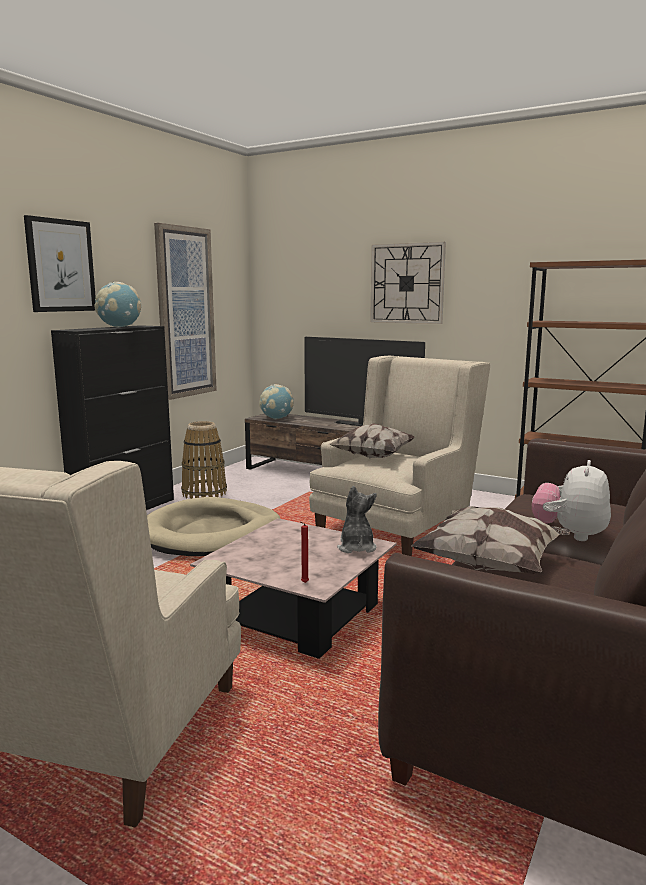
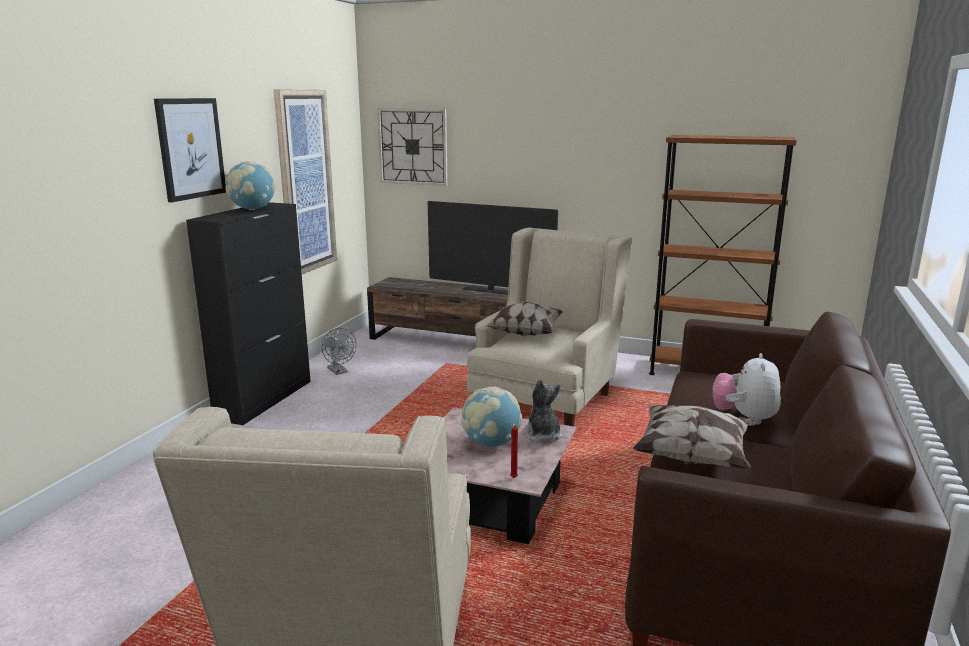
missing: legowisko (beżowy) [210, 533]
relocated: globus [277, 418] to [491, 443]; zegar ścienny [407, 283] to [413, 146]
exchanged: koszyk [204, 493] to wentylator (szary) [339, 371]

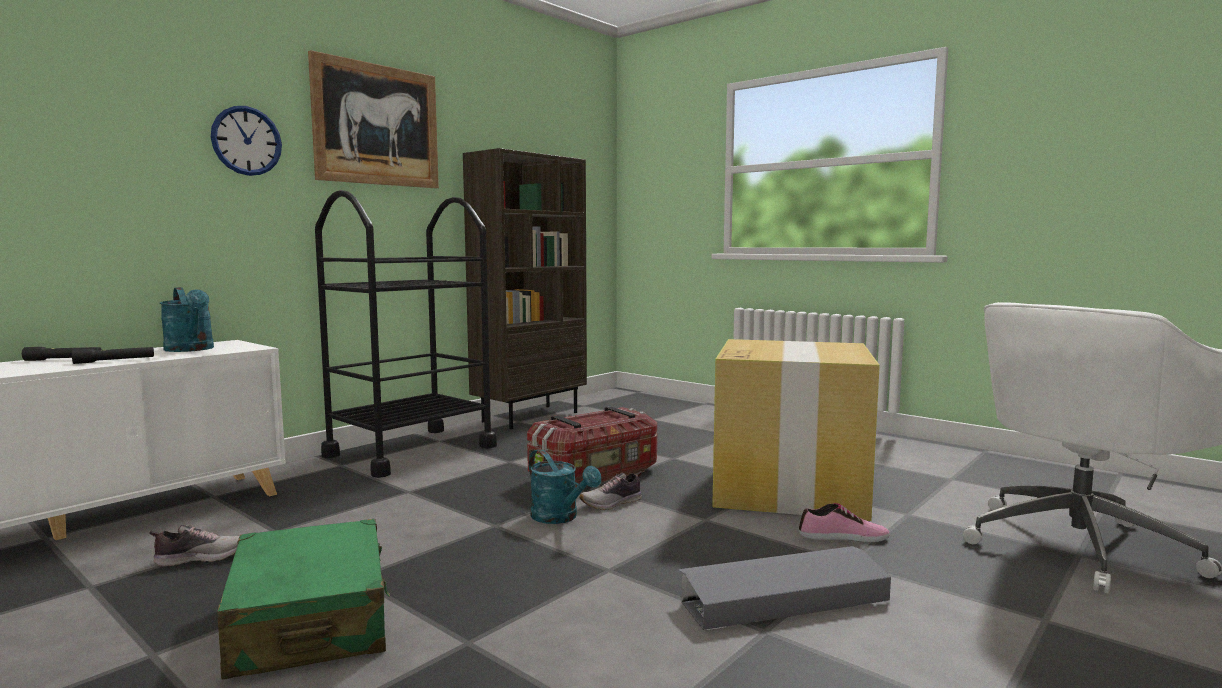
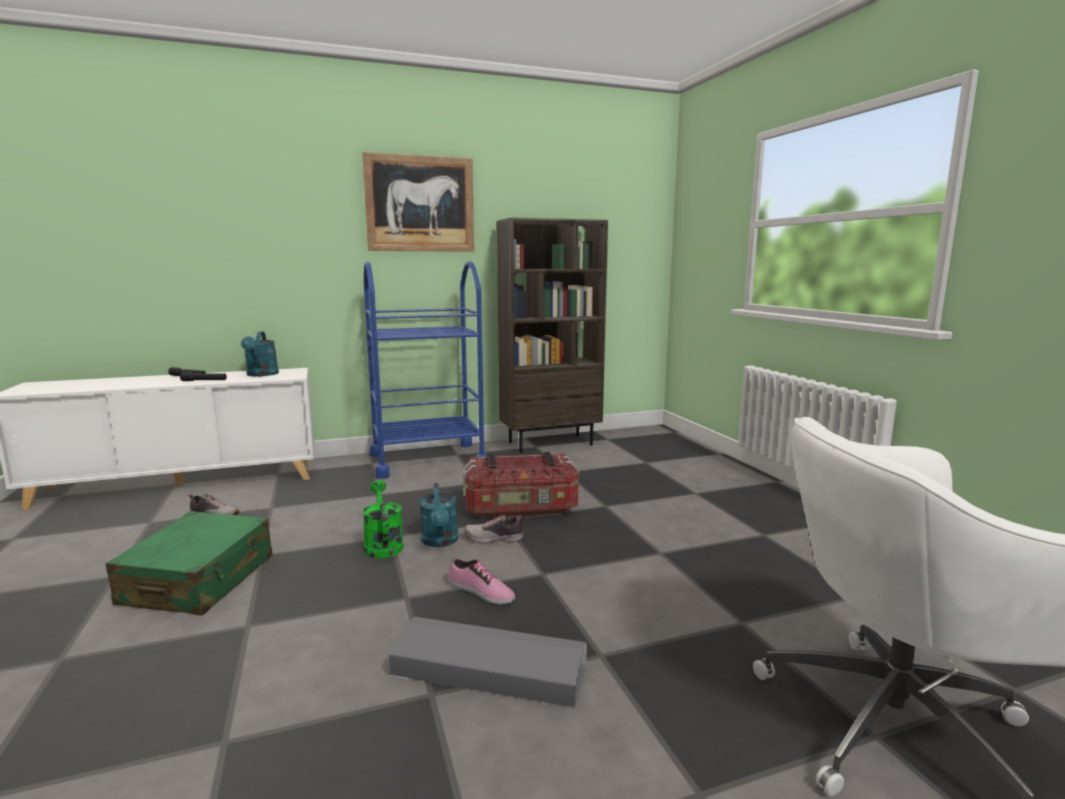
missing: zegar ścienny [246, 141]; karton [789, 488]
appeared: konewka (zielony) [382, 544]
relocated: but [843, 537] to [480, 592]
colour: wózek (czarny) [410, 451] to wózek (niebieski) [427, 460]

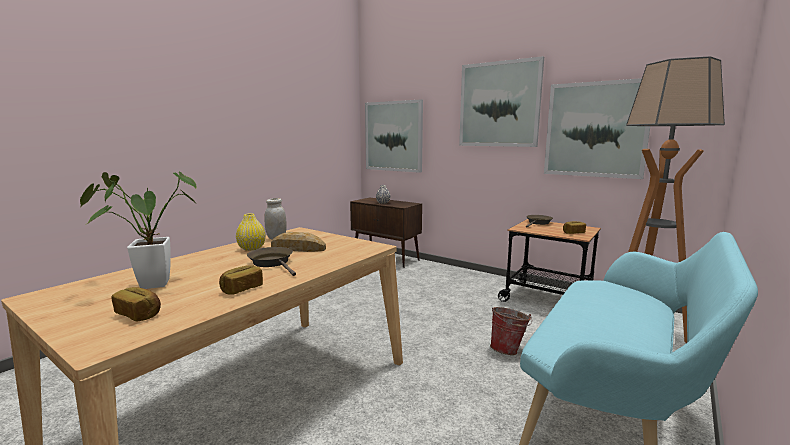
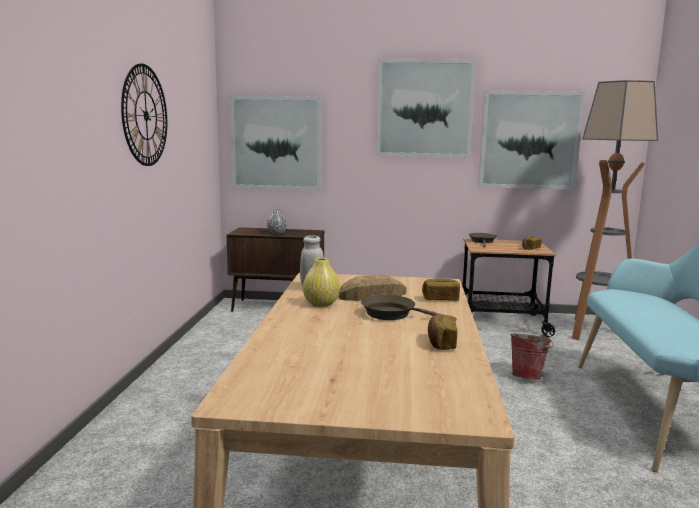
missing: roślina doniczkowa [147, 285]
appeared: zegar ścienny [145, 115]
relocated: chleb [139, 314] to [441, 299]

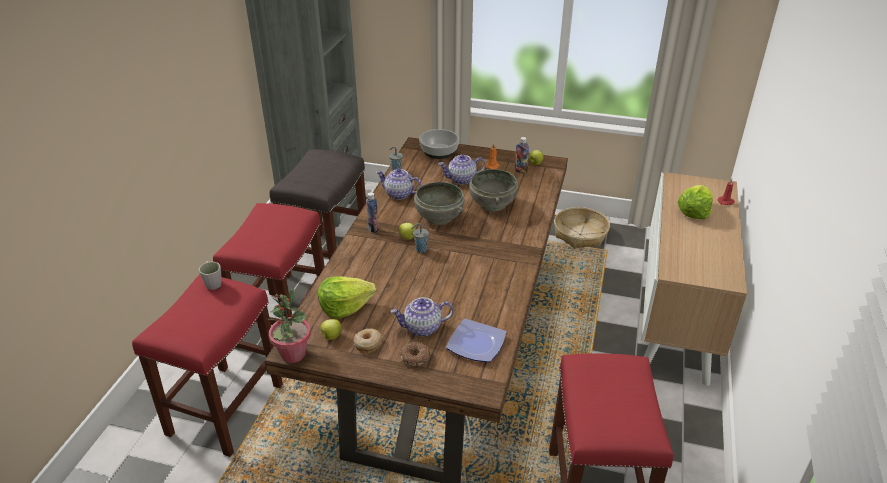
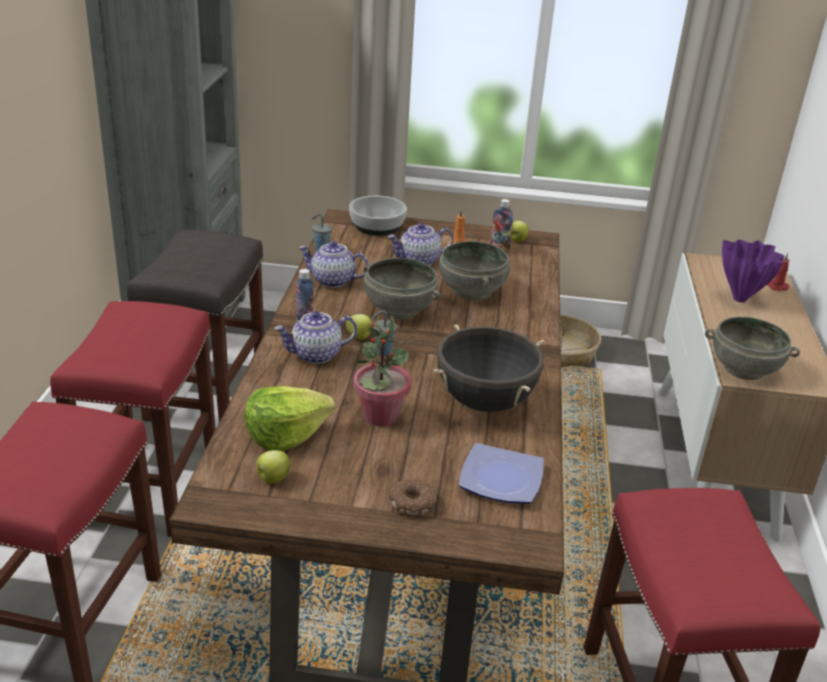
missing: kubek (szary) [212, 282]; donut [368, 344]
appeared: garnek (czarny) [485, 402]; miska (szary) [743, 369]
relocated: roślina doniczkowa [293, 354] to [380, 416]; imbryk [422, 328] to [315, 355]
exchanged: sałata [693, 211] to wazon (fioletowy) [741, 299]

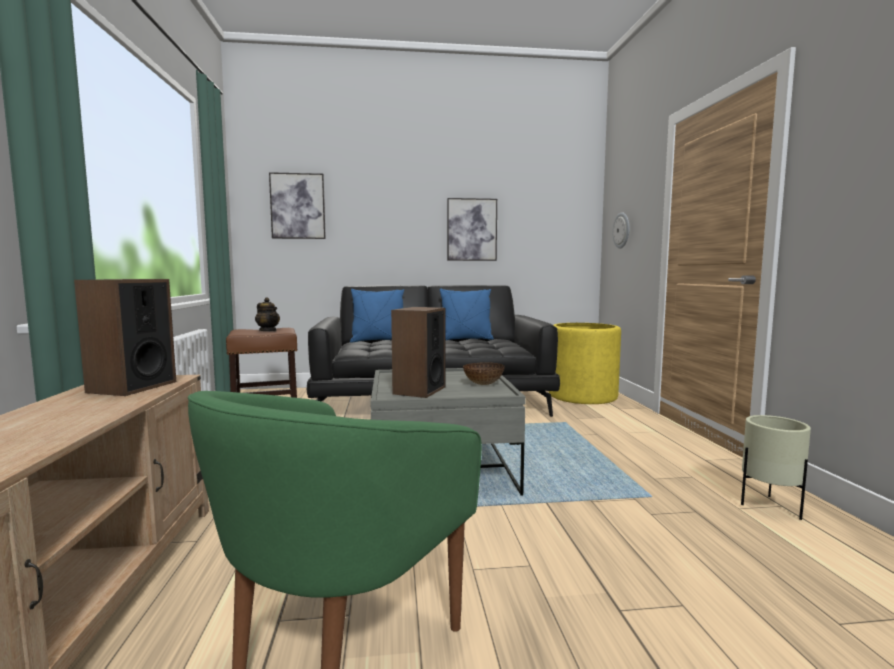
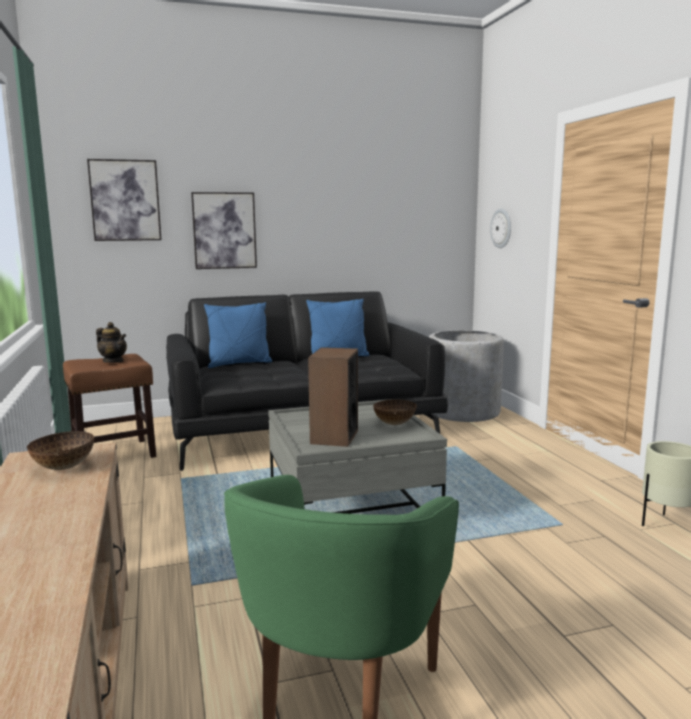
relocated: obraz [471, 229] to [224, 230]
exchanged: głośnik [132, 387] to miska [63, 467]
colour: donica (żółty) [582, 396] to donica (szary) [463, 411]

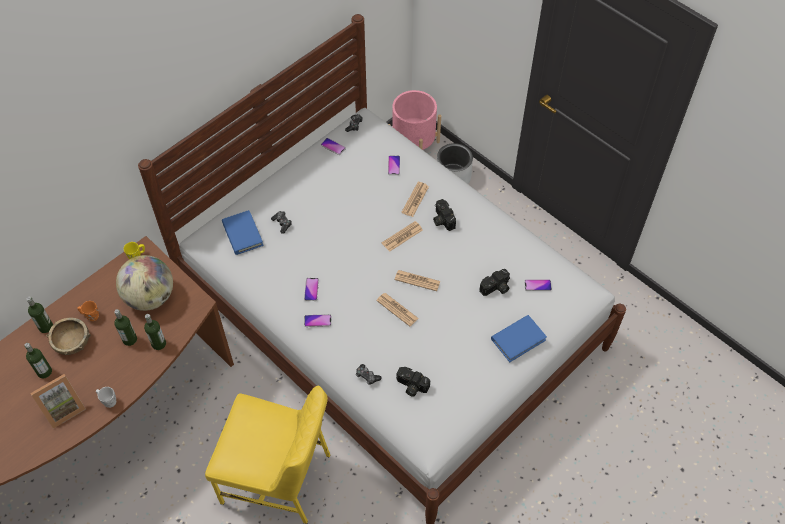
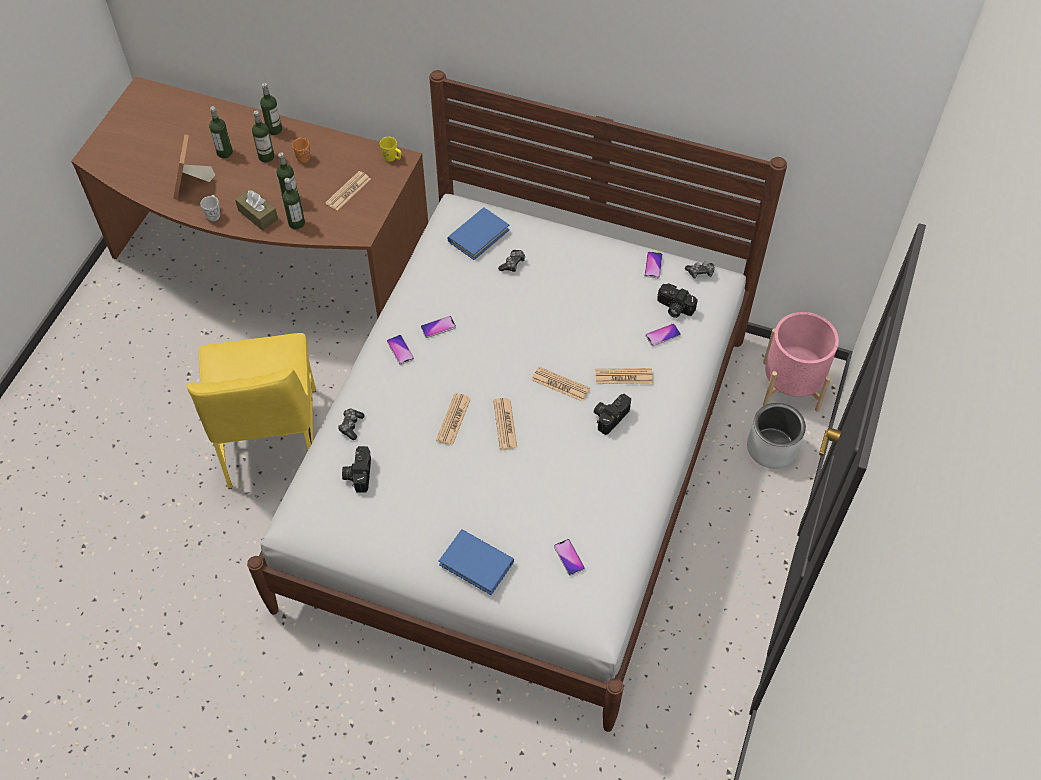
appeared: pudełko chusteczek (brązowy) [258, 215]
relocated: aparat fotograficzny [496, 288] to [674, 308]
exchanged: miska (brązowy) [72, 342] to butelka [266, 157]; globus [150, 297] to gazeta [348, 191]
spun: ramka na zdjęcie [63, 408] = [192, 185] 60 degrees clockwise

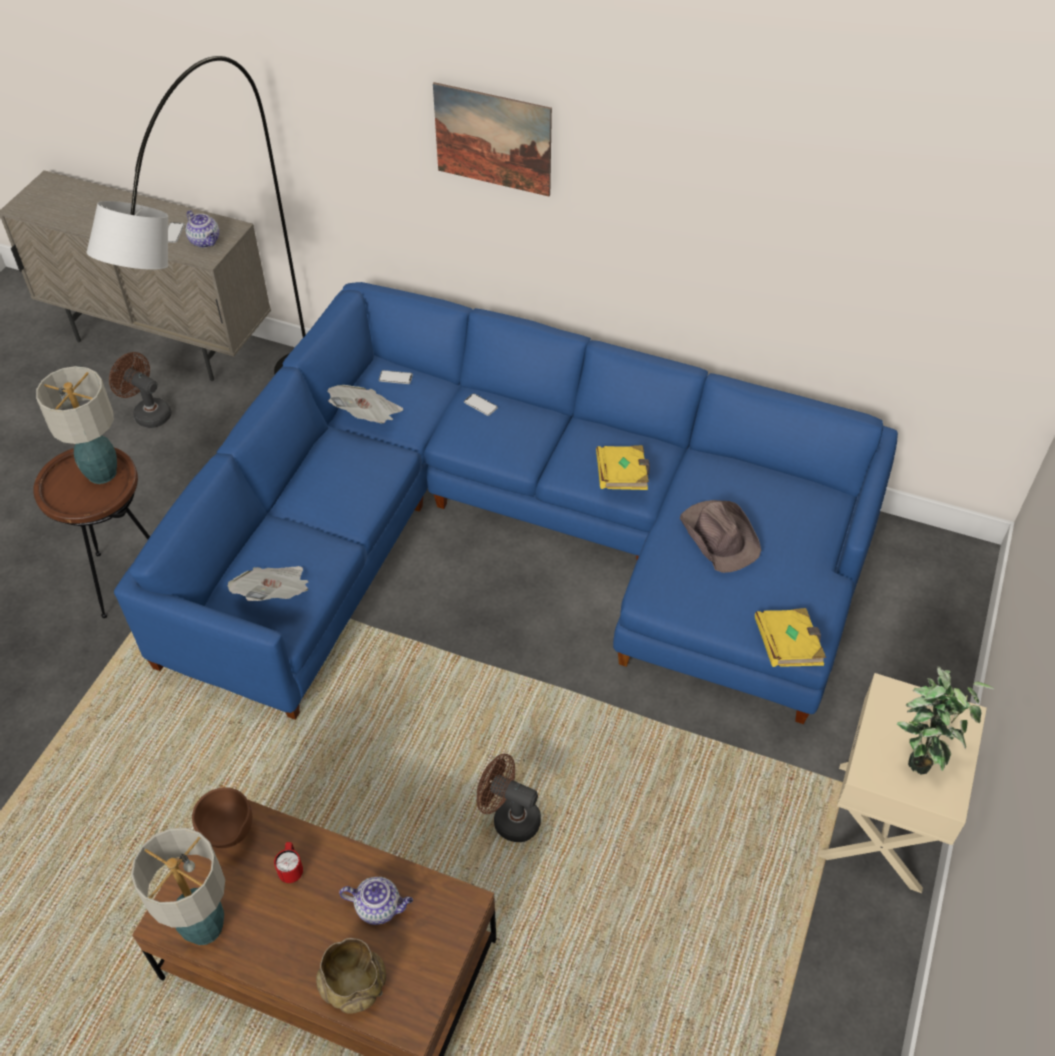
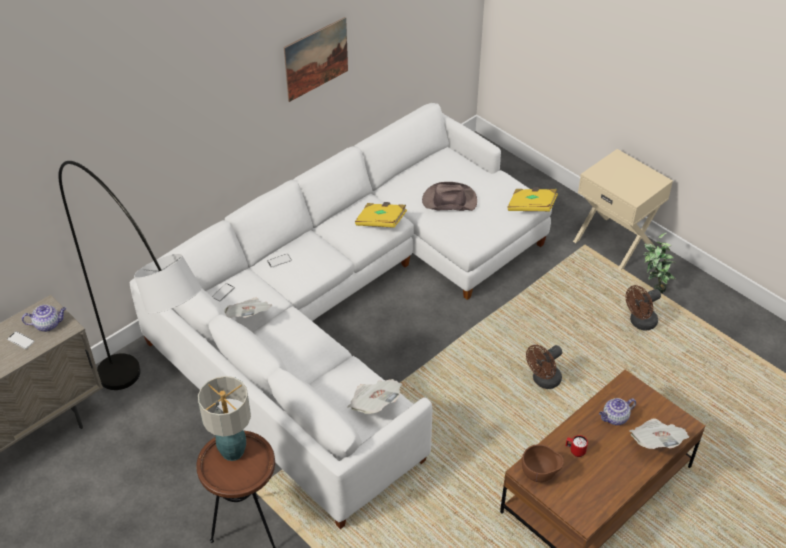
missing: lampa stołowa [204, 926]
relocated: wentylator (brązowy) [148, 413] to [639, 323]; obraz [493, 139] to [316, 59]; roślina doniczkowa [921, 754] to [653, 287]
exchanged: miska (beżowy) [353, 984] to gazeta [655, 442]
colour: kanapa (niebieski) [518, 538] to kanapa (biały) [348, 310]
spun: imbryk [379, 907] = [614, 418] 150 degrees counterclockwise

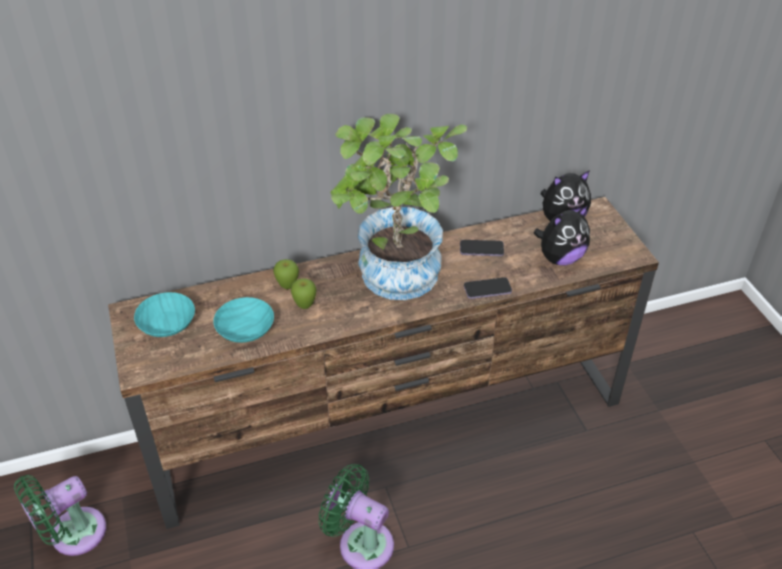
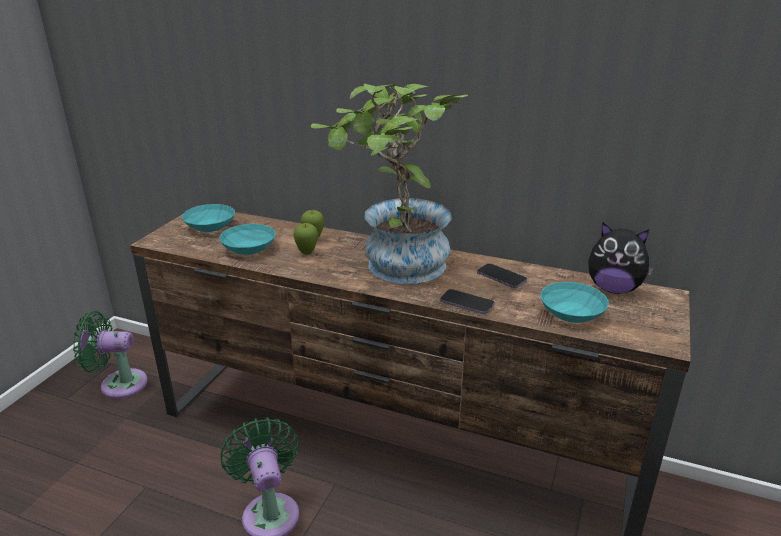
exchanged: pluszak [560, 258] to miska (turkusowy) [573, 312]

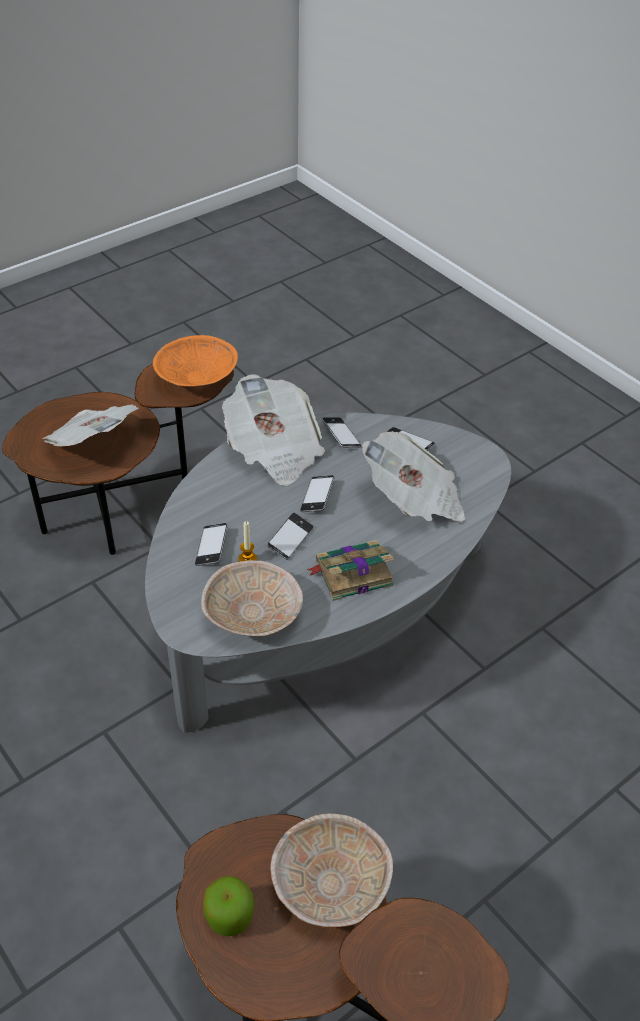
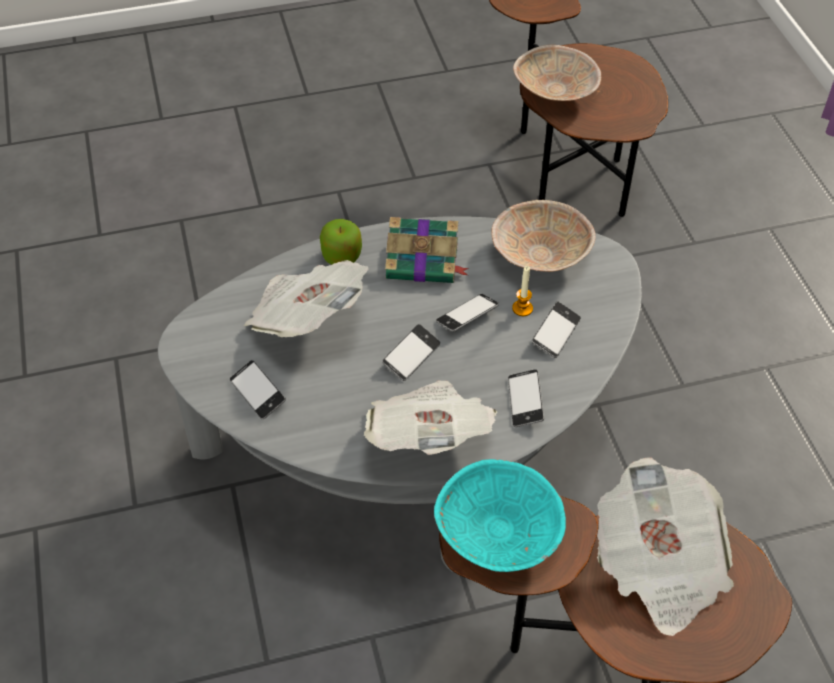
relocated: jabłko [229, 915] to [341, 255]; telefon [341, 436] to [525, 401]
colour: miska (pomarańczowy) [195, 378] to miska (turkusowy) [500, 532]

